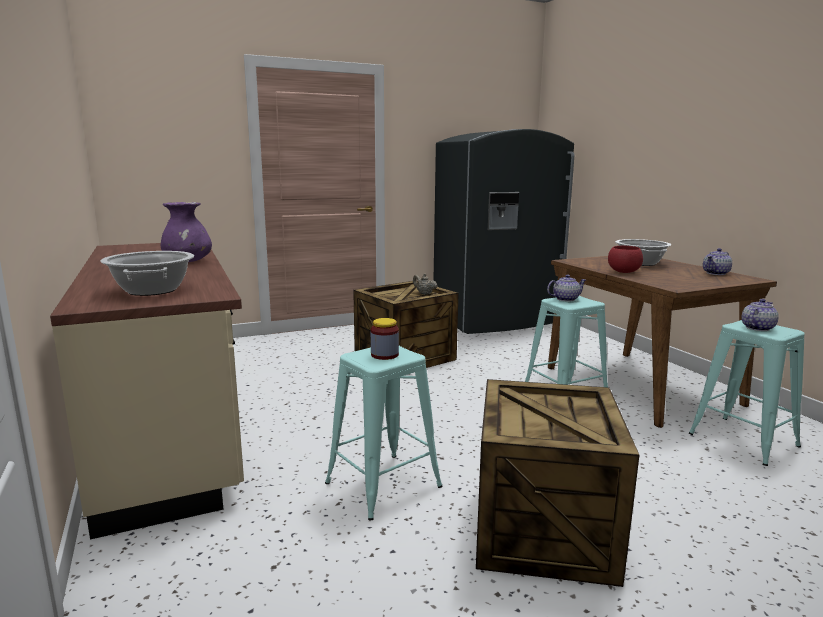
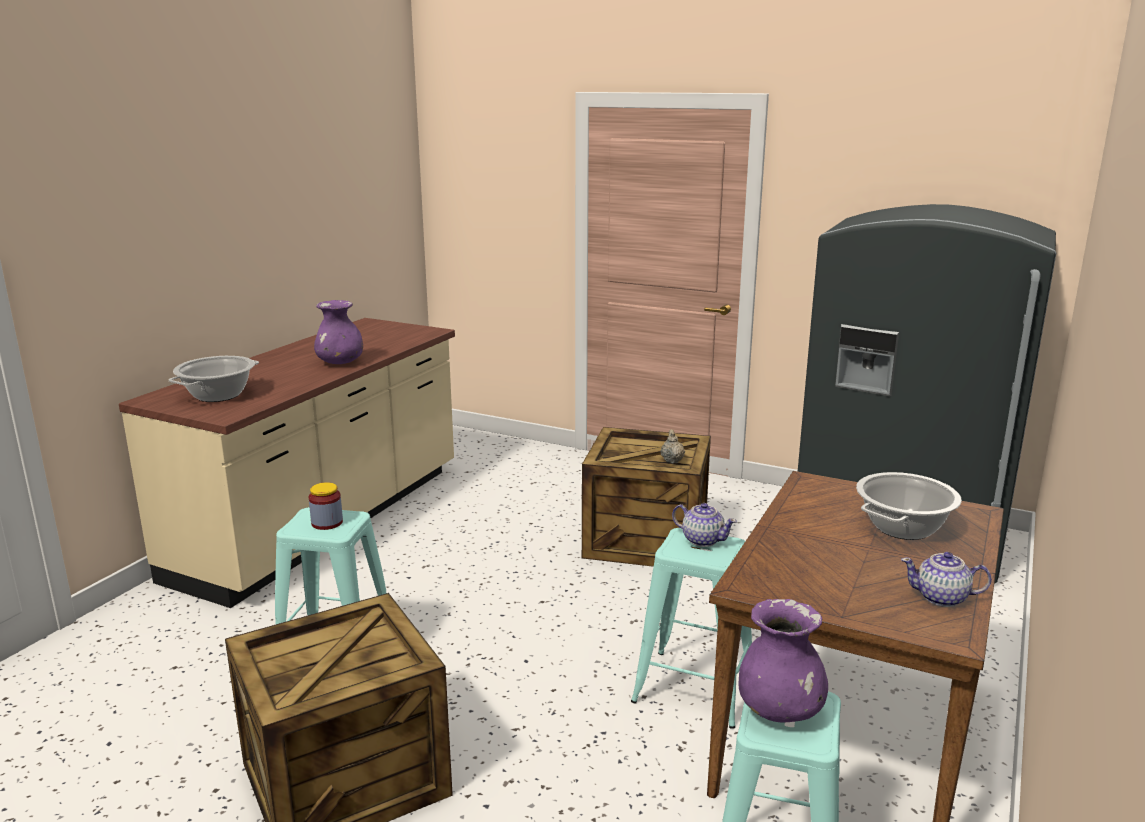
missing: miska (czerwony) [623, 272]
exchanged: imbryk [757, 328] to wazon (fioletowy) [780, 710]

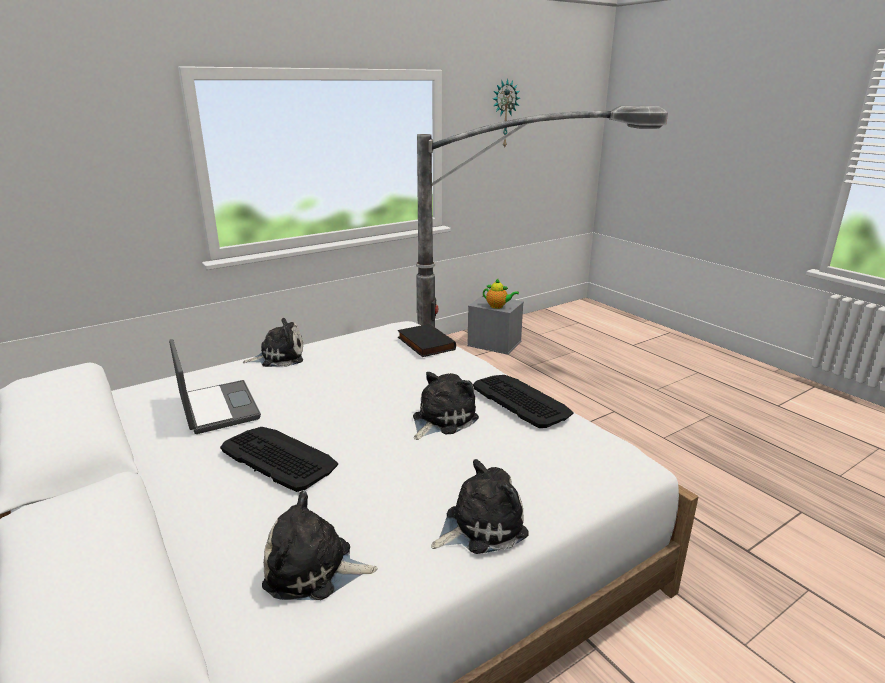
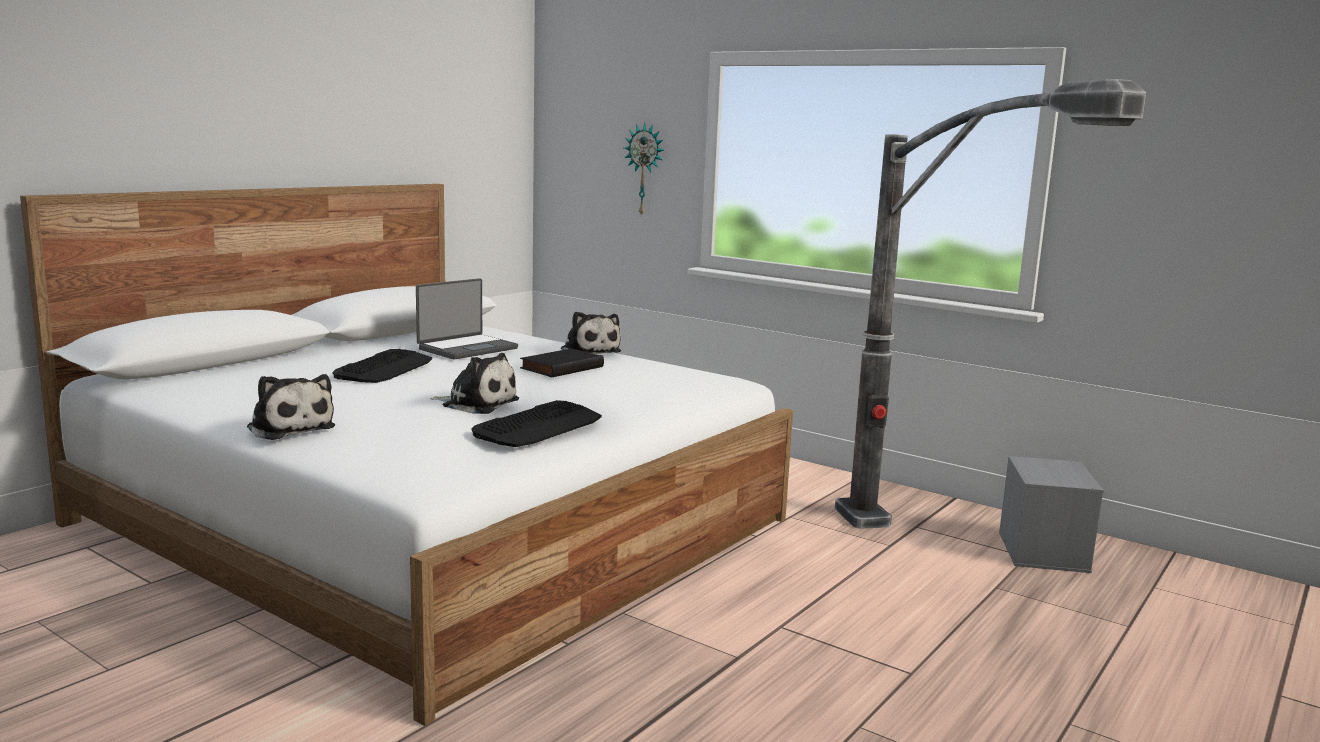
missing: pluszak [314, 569]; imbryk [498, 306]
relocated: książka (czarny) [424, 344] to [561, 367]; zegar ścienny [504, 114] to [645, 170]

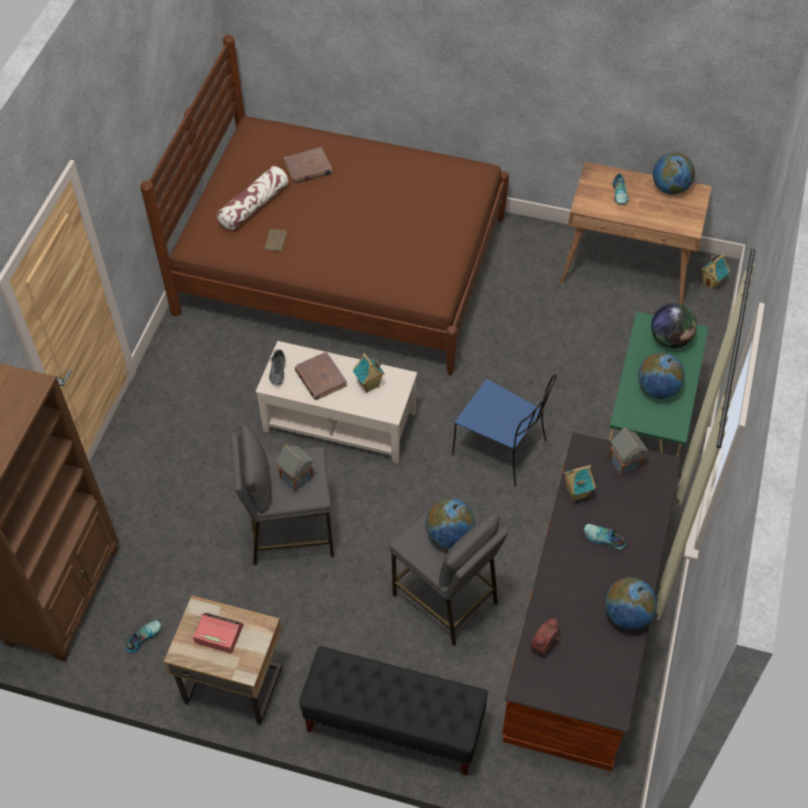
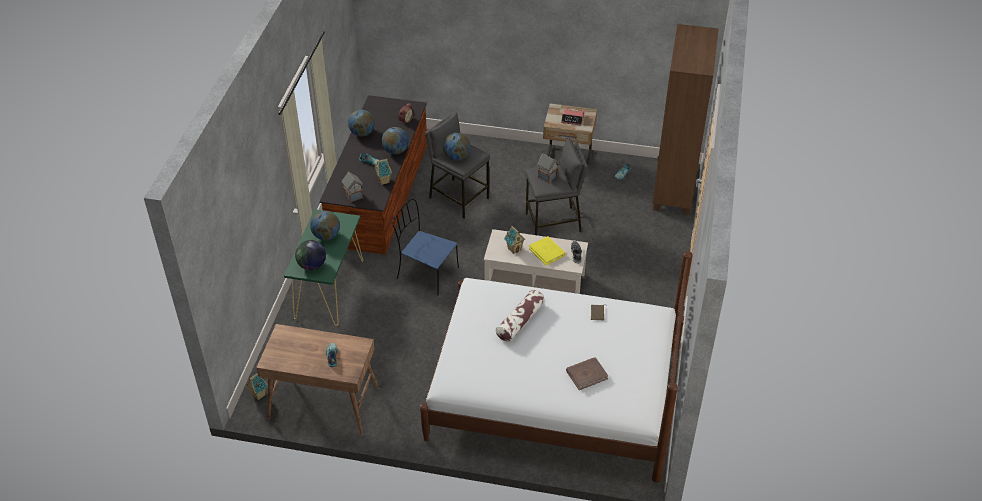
missing: ławka (czarny) [394, 725]
relocated: poduszka [254, 205] to [520, 321]; globus [670, 188] to [396, 151]
colour: łóżko (brązowy) [342, 265] to łóżko (biały) [553, 392]; książka (brązowy) [320, 378] to książka (żółty) [547, 252]

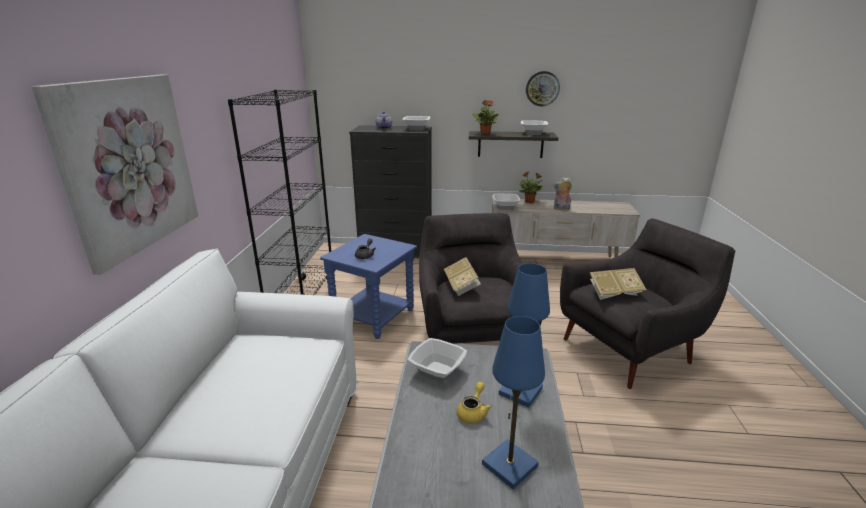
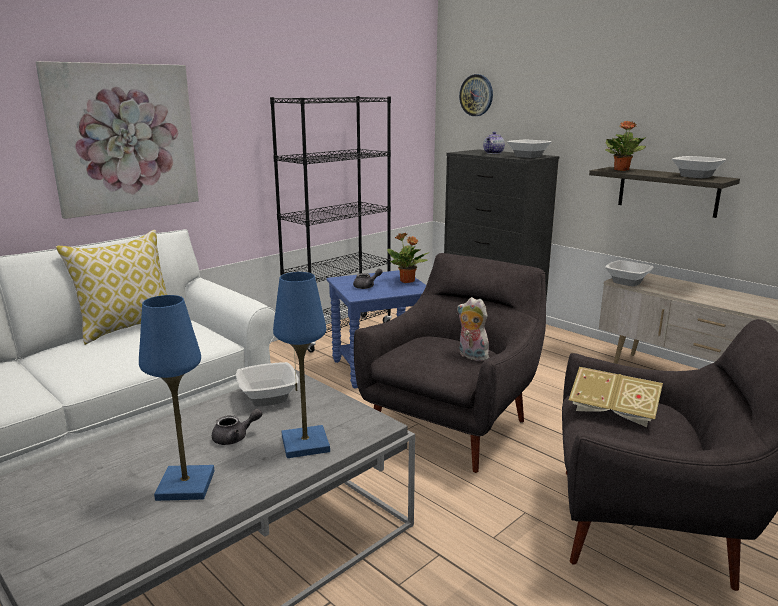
missing: książka [461, 286]
appeared: poduszka [128, 327]
relocated: roślina doniczkowa [530, 202] to [407, 281]; zegar ścienny [542, 88] to [476, 95]; pluszak [561, 209] to [471, 356]
colour: imbryk (żółty) [473, 412] to imbryk (szary) [235, 437]

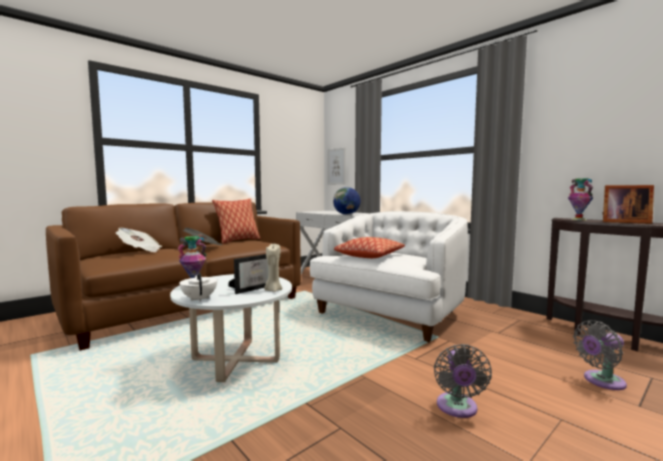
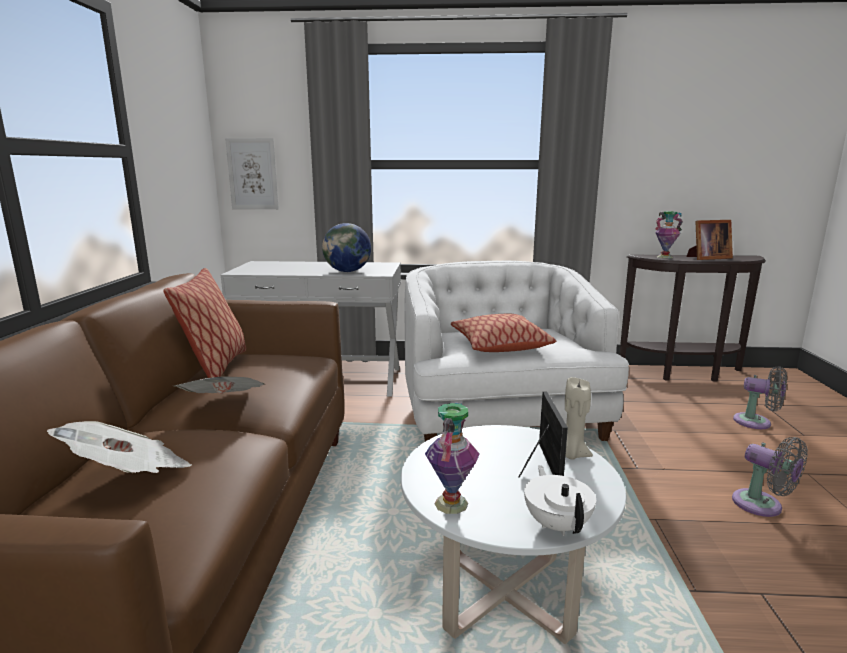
spun: imbryk (biały) [199, 299] = [557, 524] 60 degrees clockwise; wentylator (szary) [601, 381] = [756, 422] 90 degrees counterclockwise

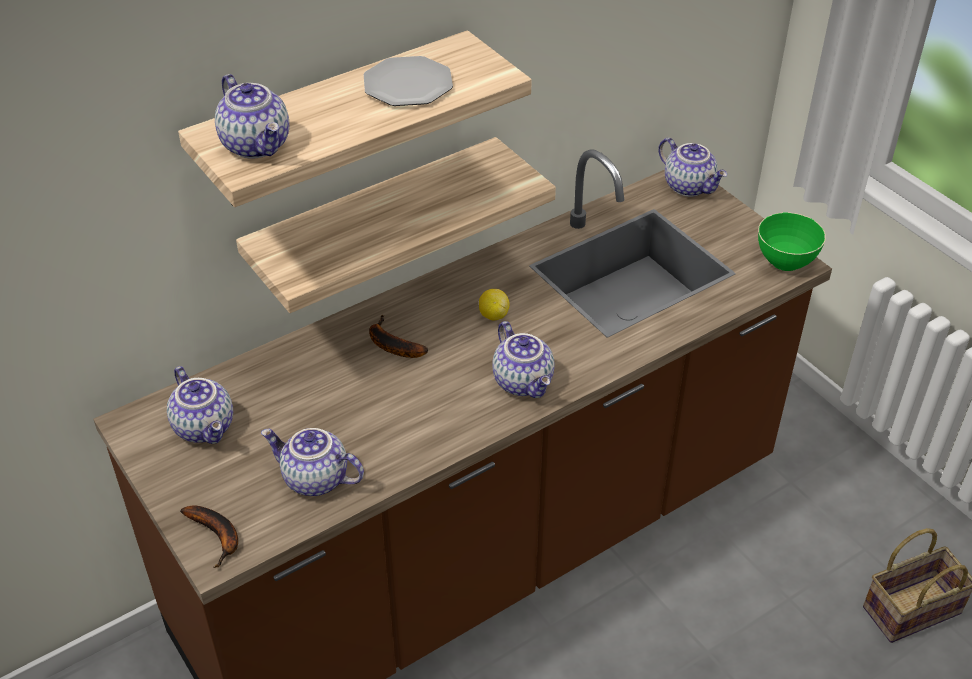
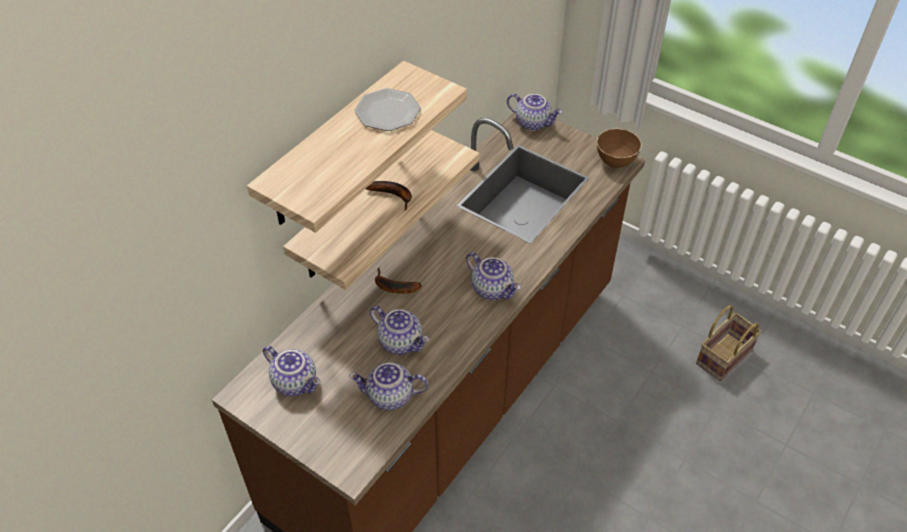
missing: cytryna [493, 315]
relocated: banan [217, 536] to [393, 195]; imbryk [257, 145] to [401, 341]
colour: miska (zielony) [785, 261] to miska (brązowy) [615, 161]

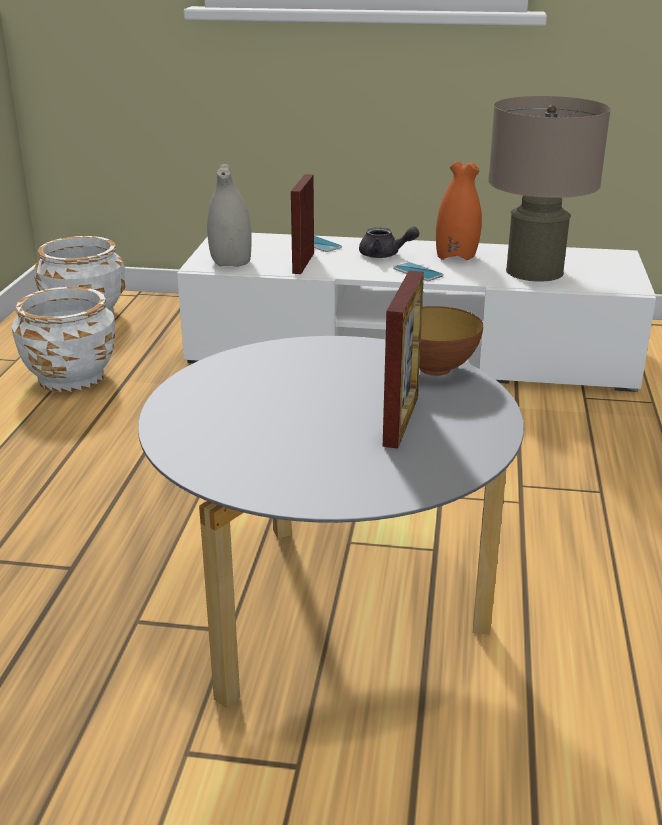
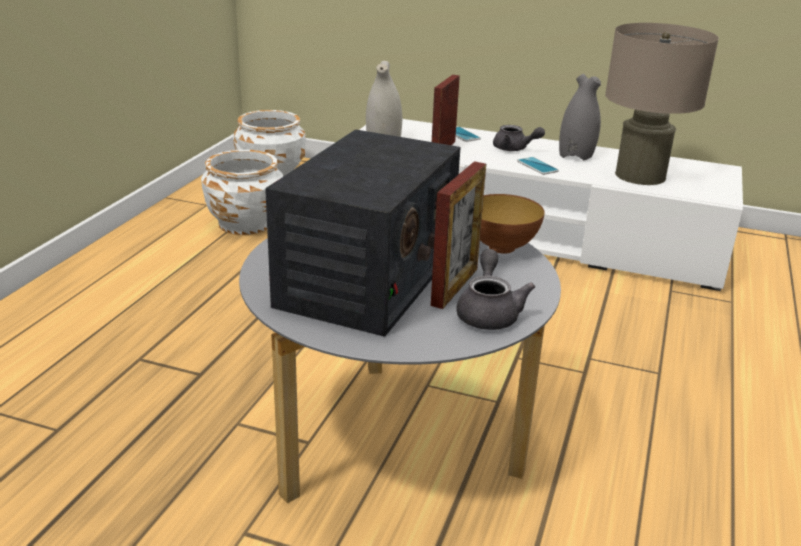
appeared: radio [367, 279]; imbryk (szary) [488, 312]
colour: wazon (pomarańczowy) [456, 256] to wazon (szary) [576, 156]

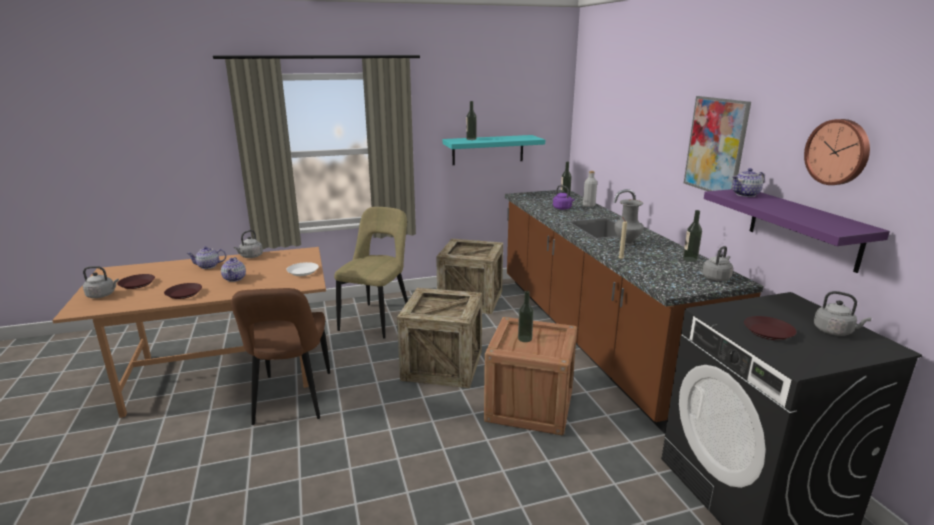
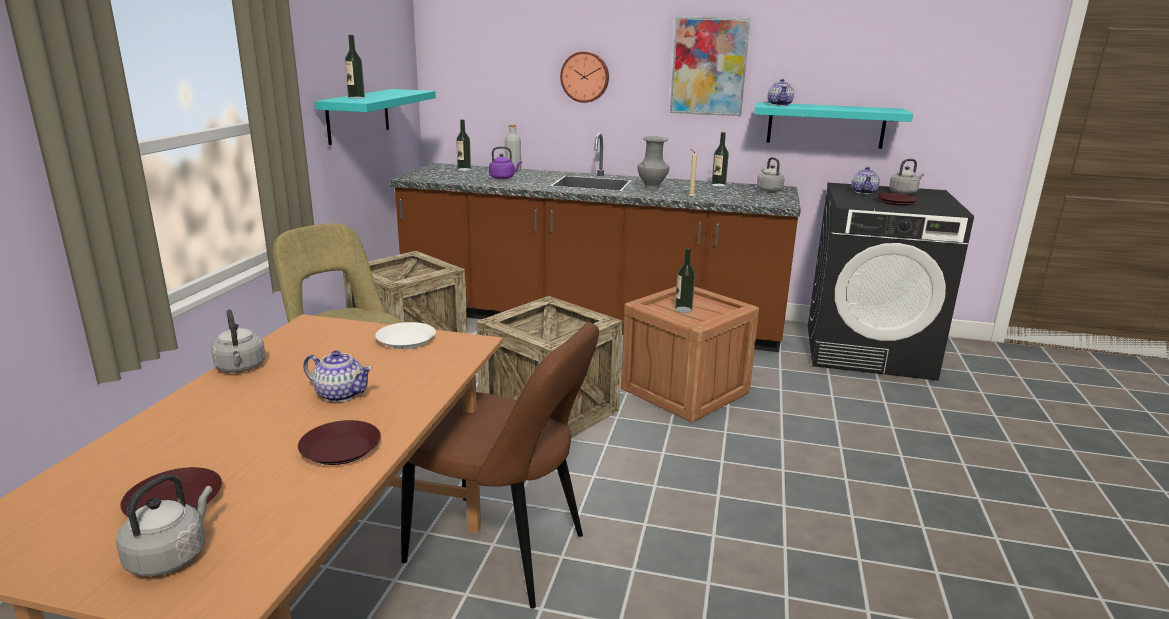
relocated: imbryk [209, 266] to [864, 192]; zegar ścienny [838, 152] to [585, 77]
colour: półka (fioletowy) [803, 228] to półka (turkusowy) [825, 125]

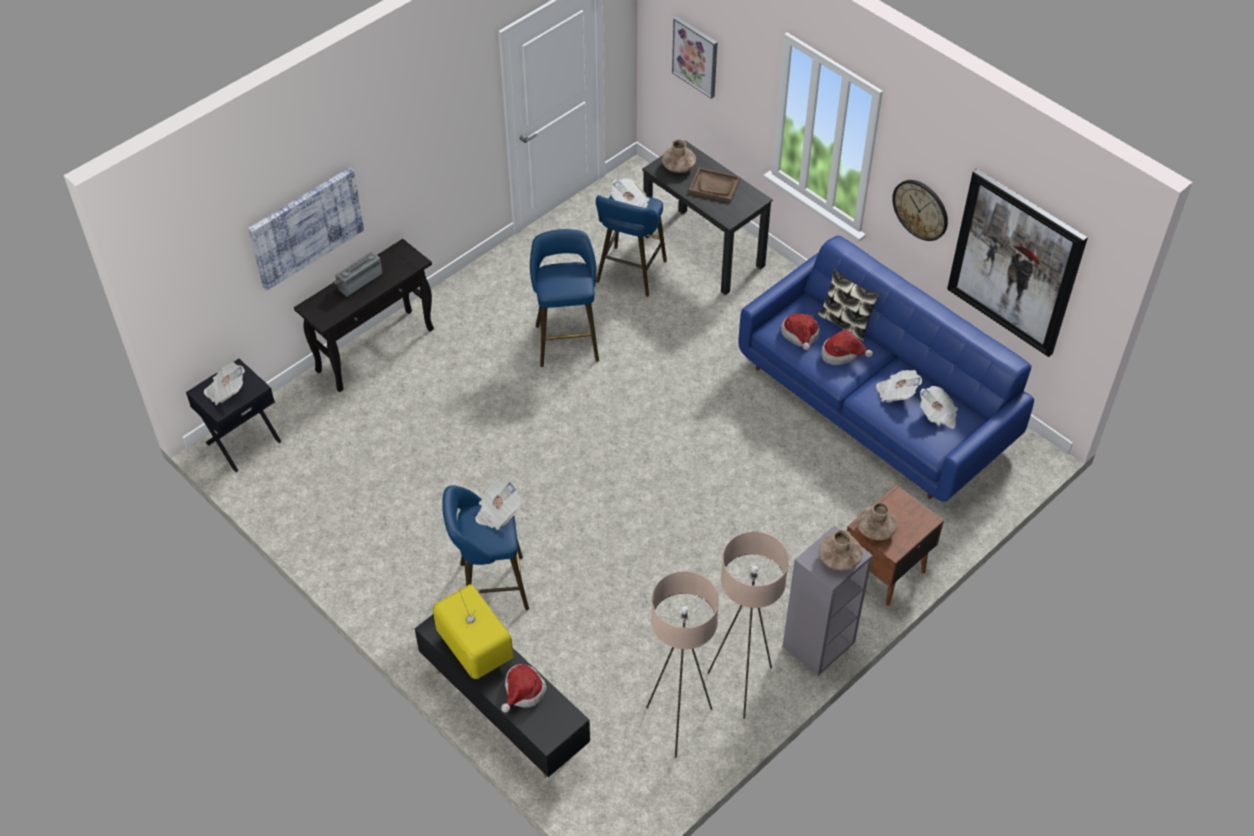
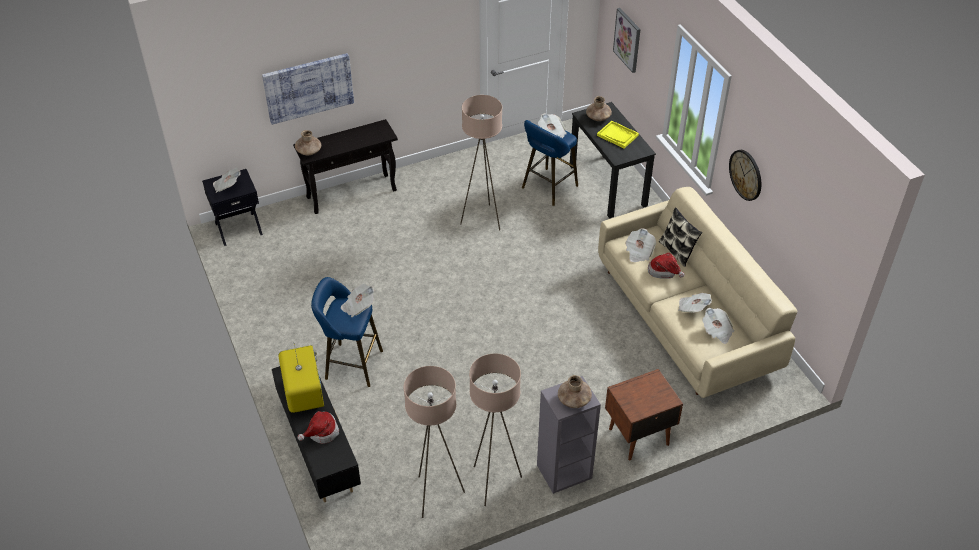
missing: radio [358, 280]; obraz [1015, 263]
relocated: wazon (brązowy) [875, 529] to [309, 151]
exchanged: stołek (niebieski) [566, 340] to lampa stojąca (beżowy) [483, 219]; kapelusz [800, 336] to gazeta [639, 252]
colour: taca (brązowy) [714, 186] to taca (żółty) [617, 135]; kanapa (niebieski) [876, 403] to kanapa (beżowy) [687, 318]

